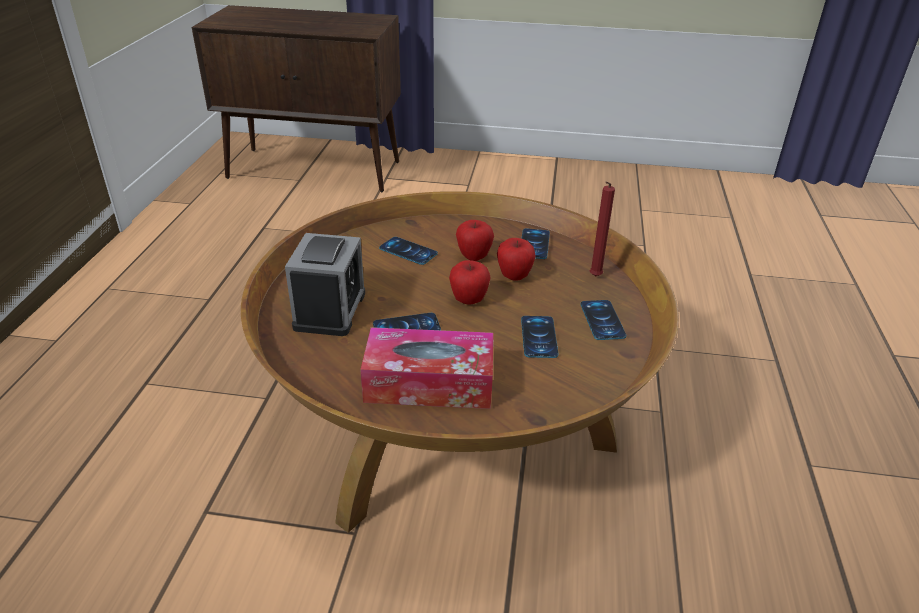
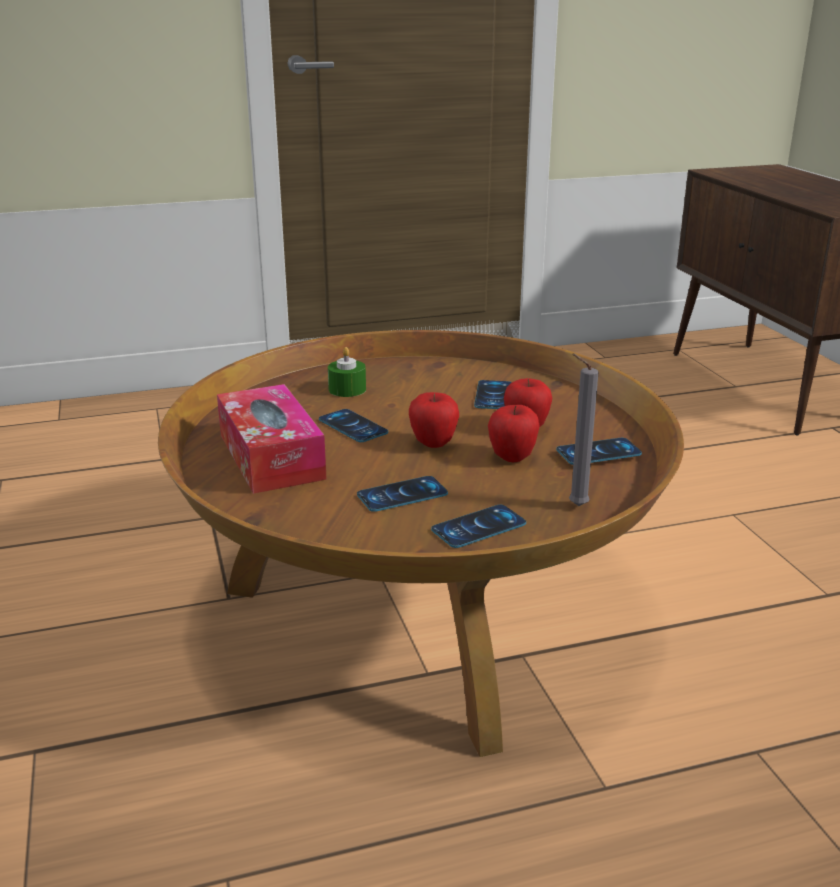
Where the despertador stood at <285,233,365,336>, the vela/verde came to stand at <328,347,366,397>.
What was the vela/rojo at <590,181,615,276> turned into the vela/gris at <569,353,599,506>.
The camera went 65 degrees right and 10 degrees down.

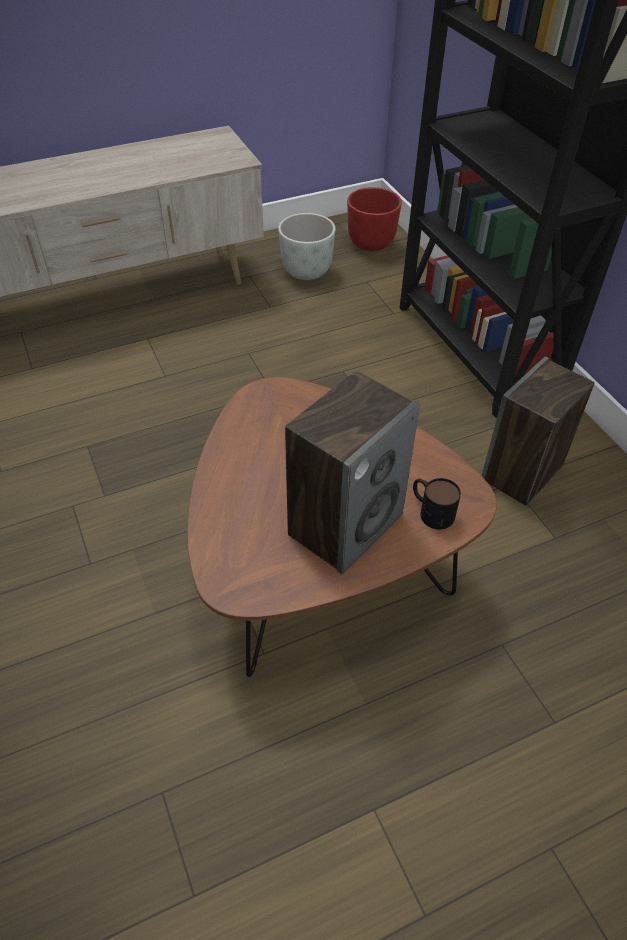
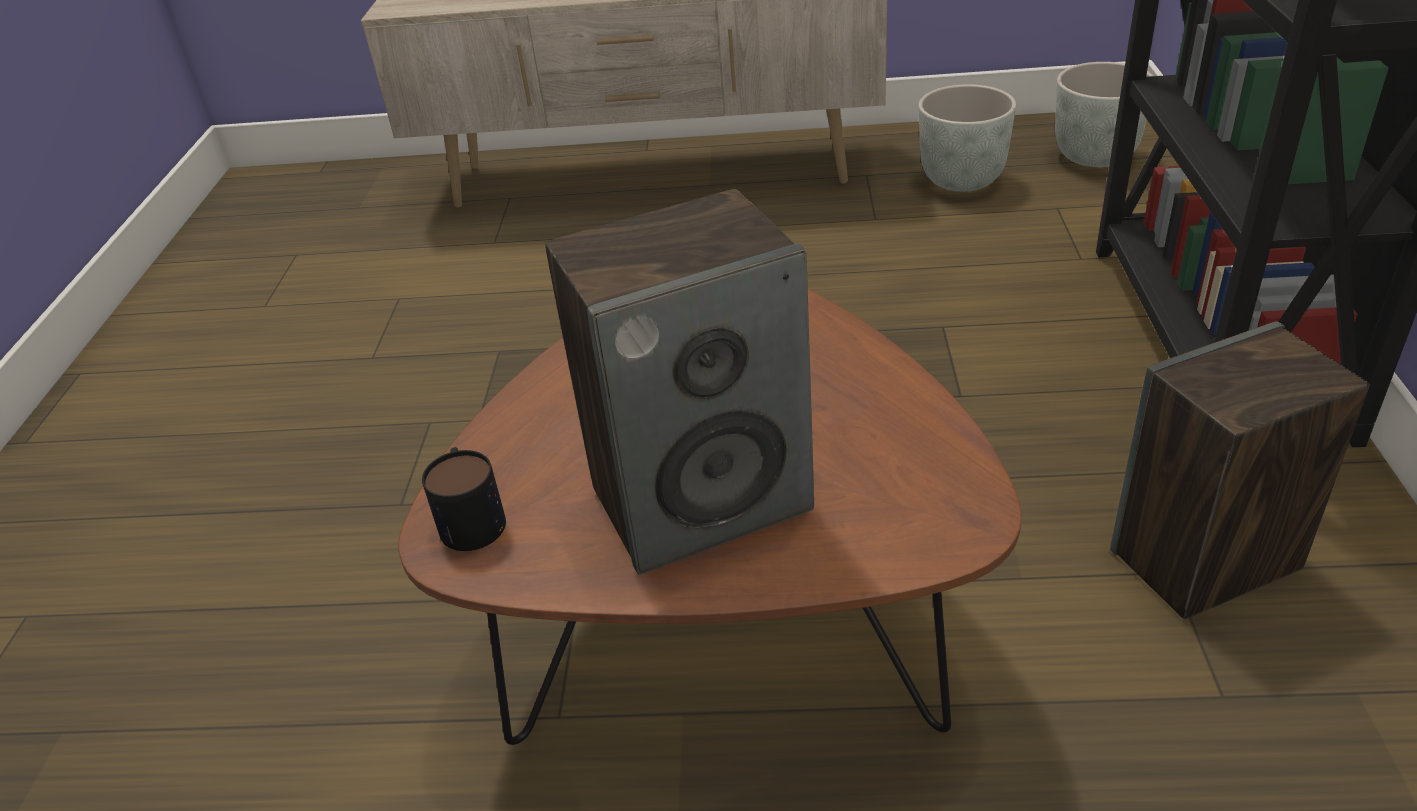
The taza grande ended up elsewhere, having gone from <413,478,461,529> to <422,447,506,551>.
What was the maceta/rojo at <347,187,402,251> turned into the maceta/gris at <1055,62,1153,167>.
The camera went 30 degrees right and 10 degrees down.

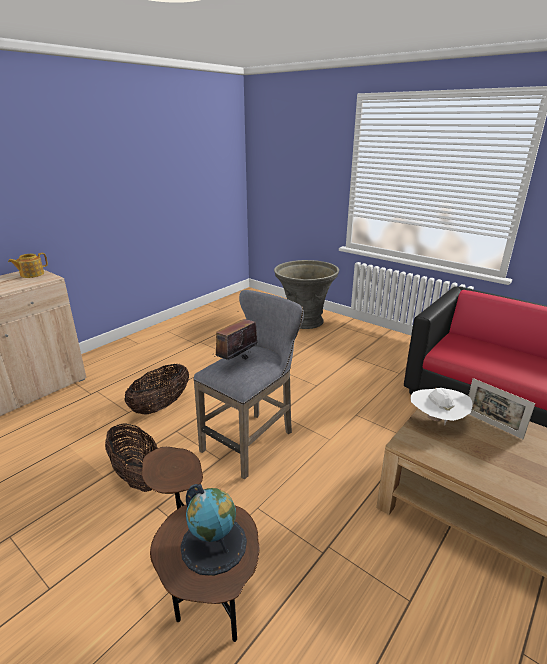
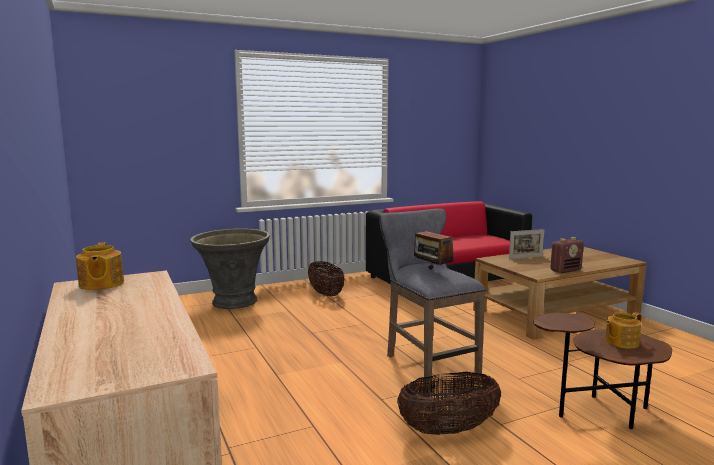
The second view lost the sombrero/blanco at <410,388,472,425>.
The second view gained the radio at <550,237,584,273>.
The cesta ended up elsewhere, having gone from <124,363,189,414> to <308,261,344,296>.
Where the globo terráqueo stood at <180,484,247,576>, the tetera came to stand at <605,312,642,349>.
The camera went 65 degrees left and 15 degrees down.

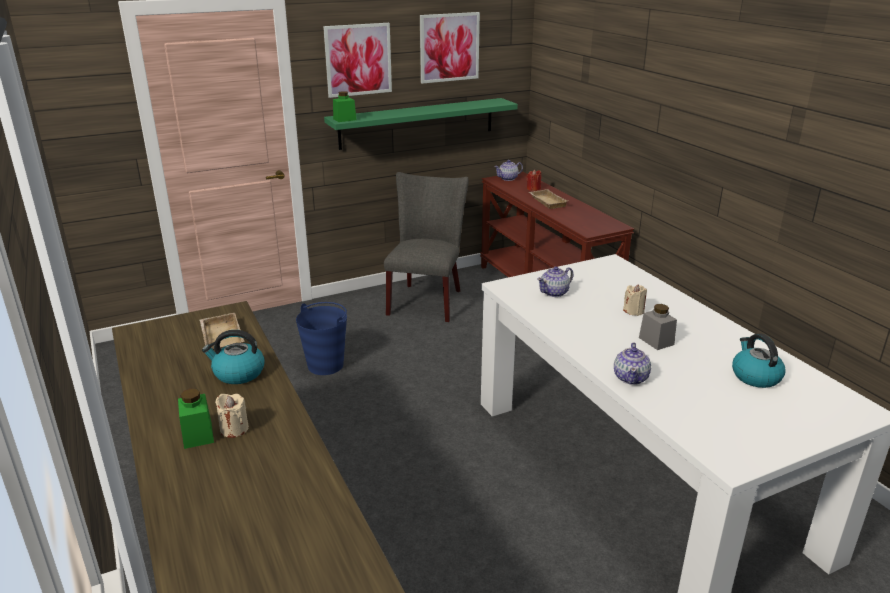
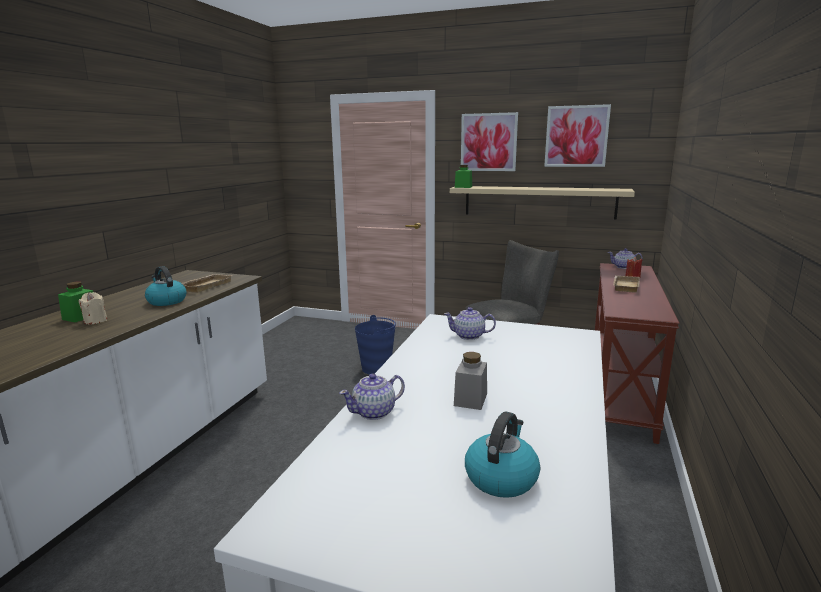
The second view lost the vela/beis at <623,284,647,316>.
What was the estante/verde at <324,98,518,150> turned into the estante/beis at <450,186,635,220>.
The camera went 45 degrees right and 10 degrees down.

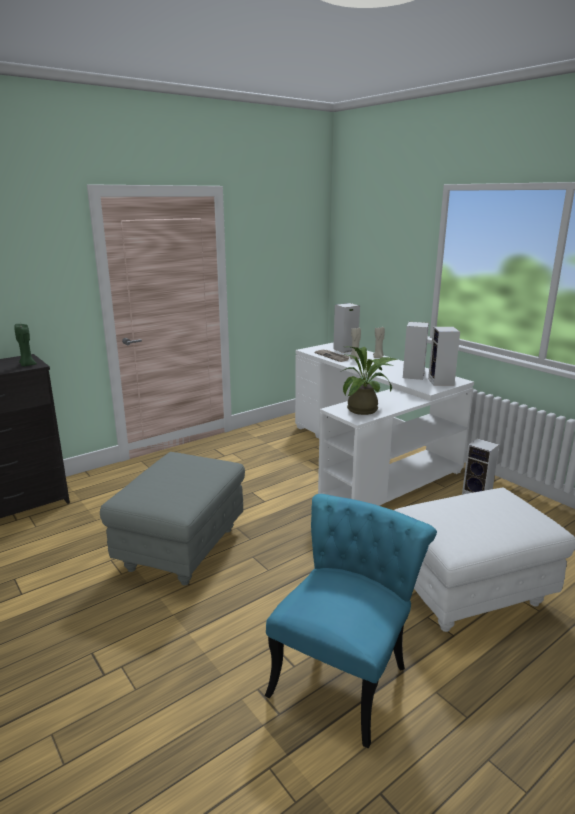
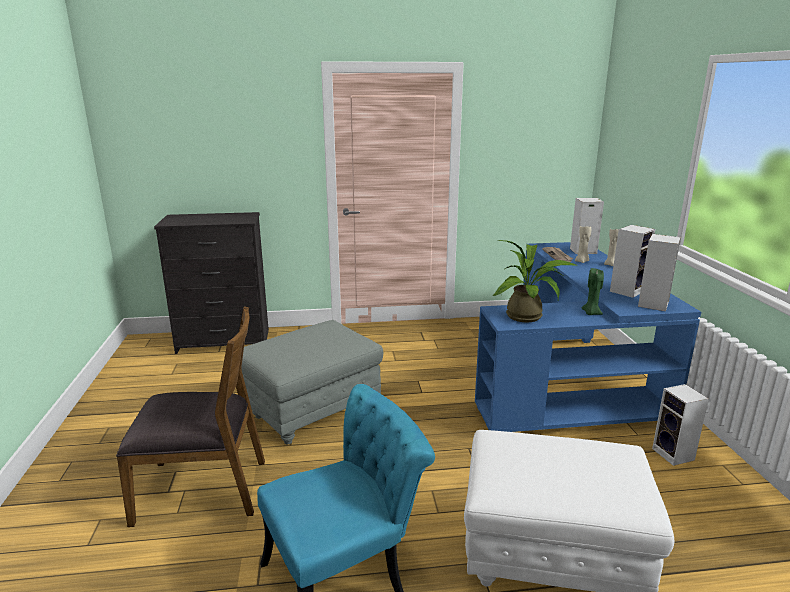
The second view gained the silla/marrón at <116,306,265,527>.
The vela/verde ended up elsewhere, having gone from <14,324,37,366> to <582,268,604,315>.
What was the escritorio/blanco at <295,342,474,506> turned into the escritorio/azul at <475,242,701,432>.
The camera went 30 degrees right and 0 degrees up.

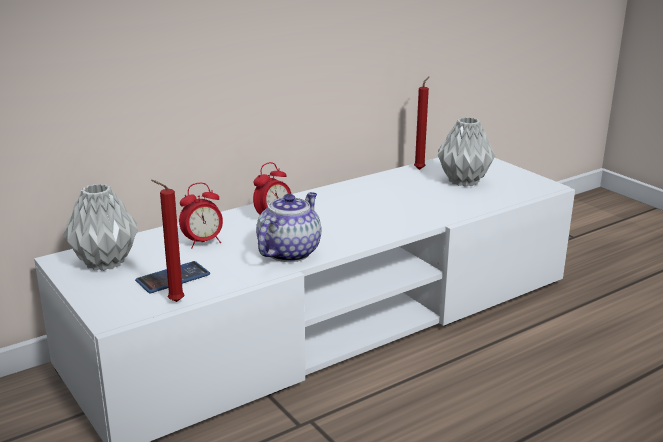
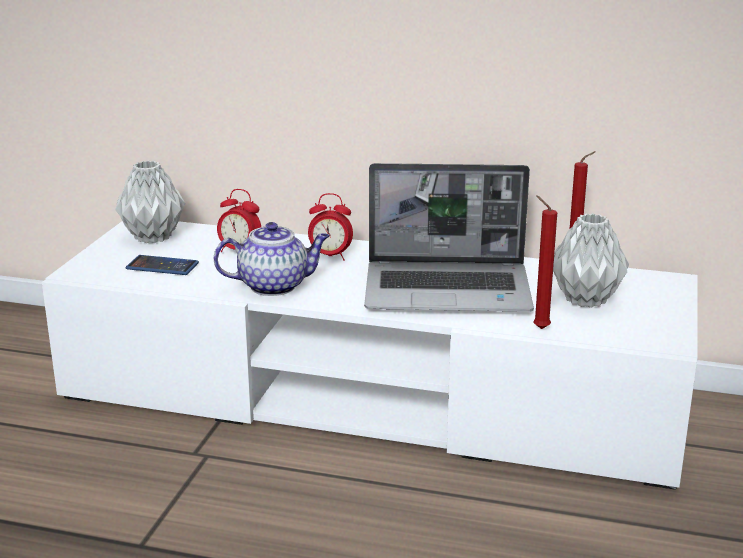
The second view gained the portátil at <364,163,534,312>.
The vela/rojo ended up elsewhere, having gone from <151,180,185,302> to <533,196,557,329>.
The camera went 50 degrees right and 0 degrees up.

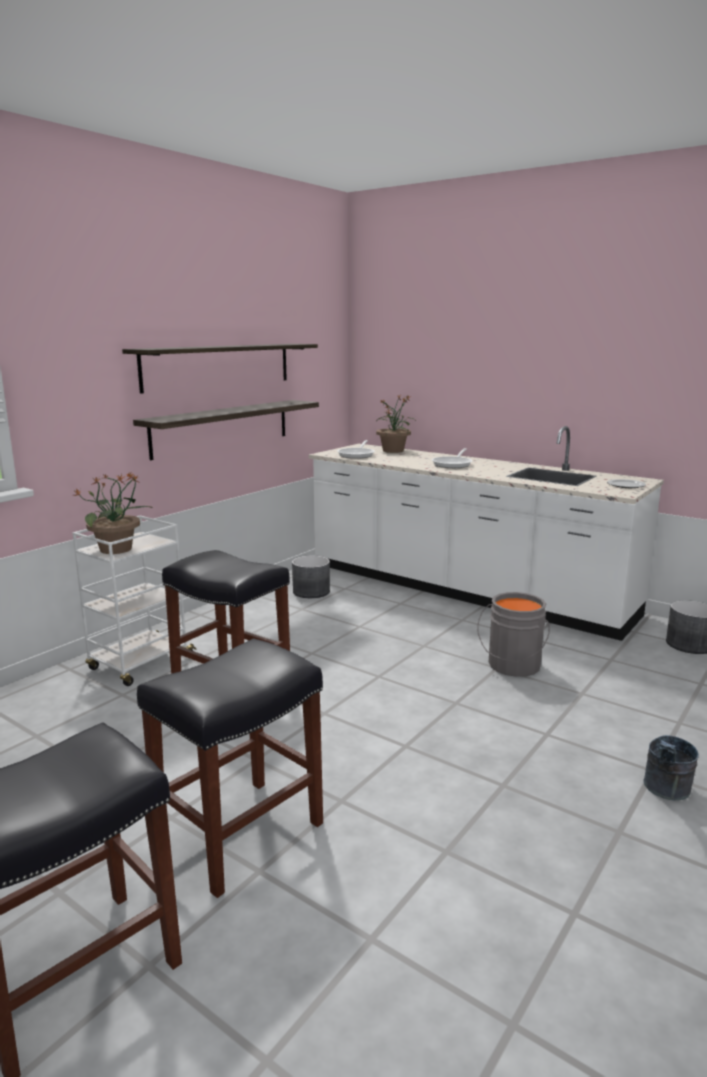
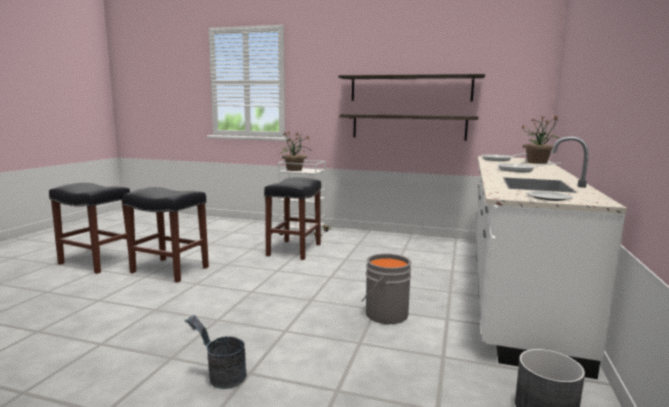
The second view lost the maceta/gris at <292,555,330,598>.
The camera went 70 degrees right and 5 degrees down.

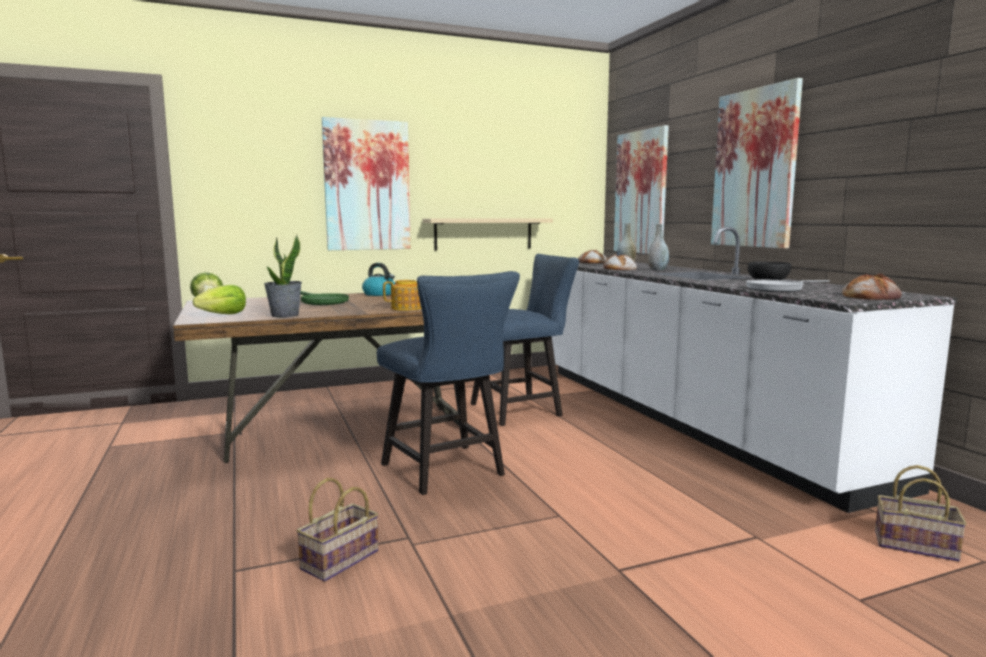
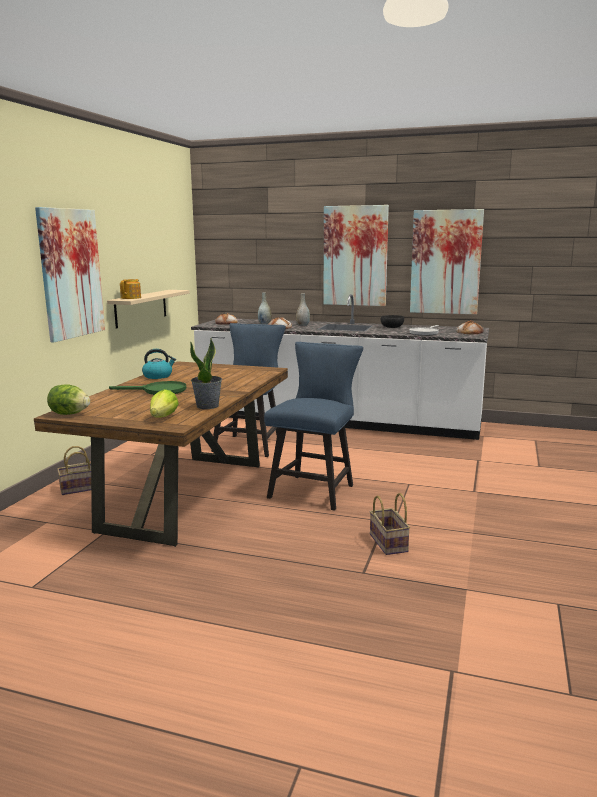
The tetera ended up elsewhere, having gone from <383,280,421,311> to <120,279,141,299>.
The cuadro ended up elsewhere, having gone from <614,125,669,254> to <410,209,484,314>.
The cesta ended up elsewhere, having gone from <875,465,967,562> to <57,446,91,495>.
The silla/azul at <377,271,520,495> ended up facing another way, 75 degrees counterclockwise from before.
The camera went 50 degrees left and 5 degrees up.

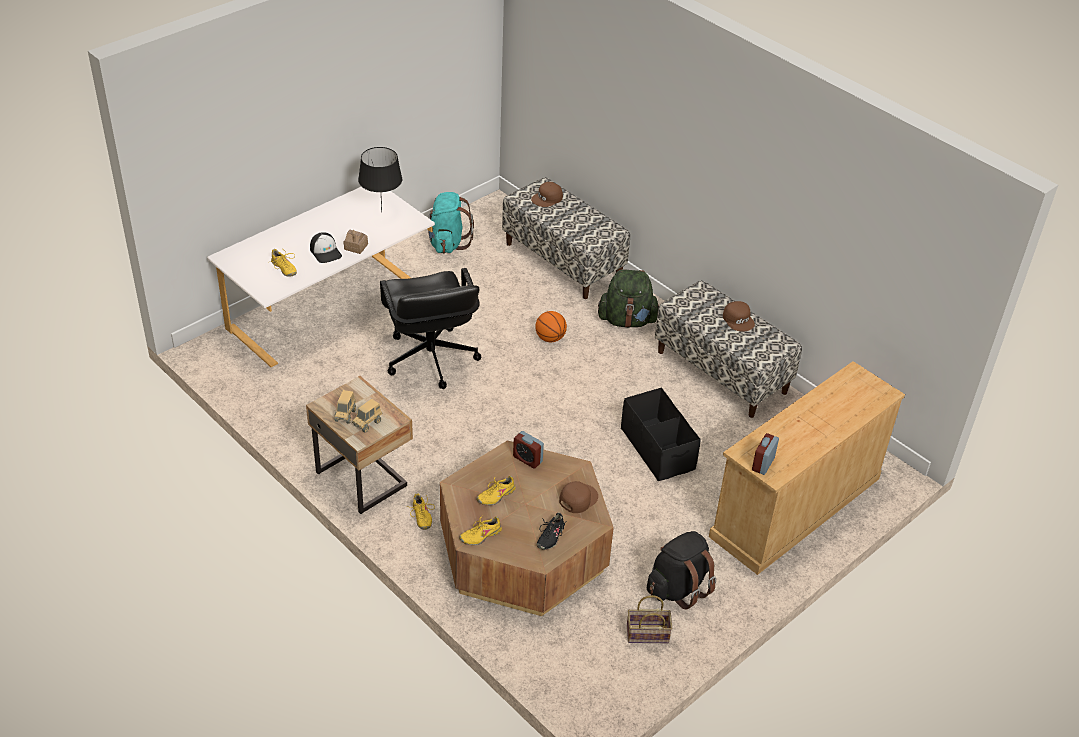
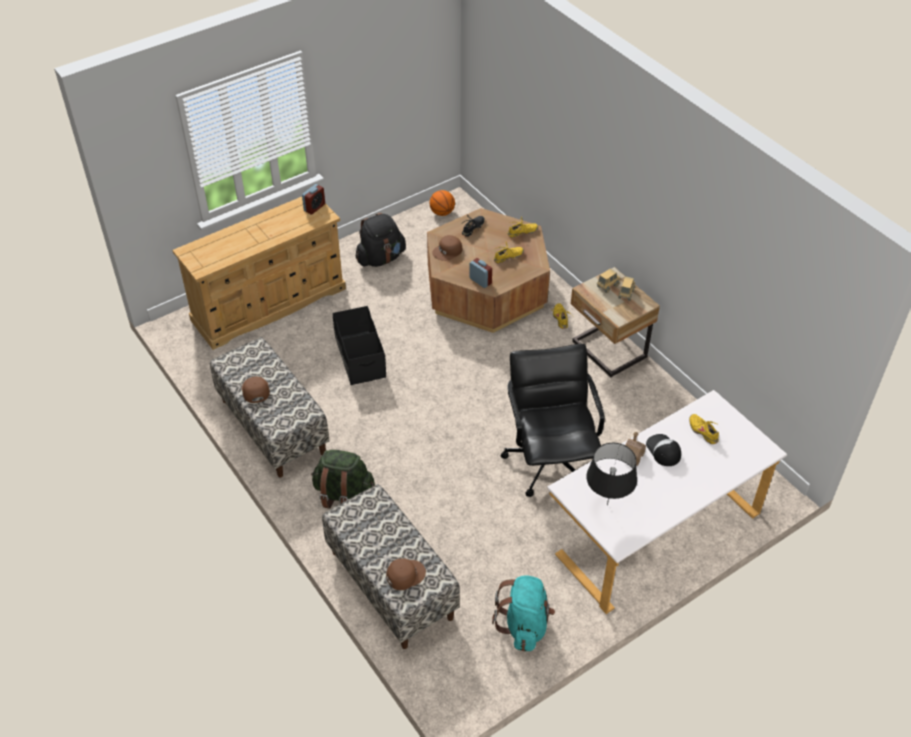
The second view lost the cesta at <627,595,672,643>.
The balón de baloncesto ended up elsewhere, having gone from <535,311,567,342> to <430,190,455,216>.
The camera went 170 degrees left and 5 degrees up.

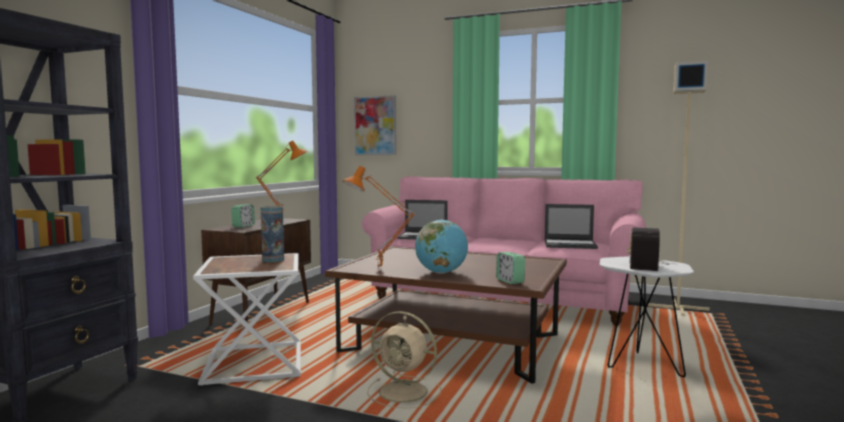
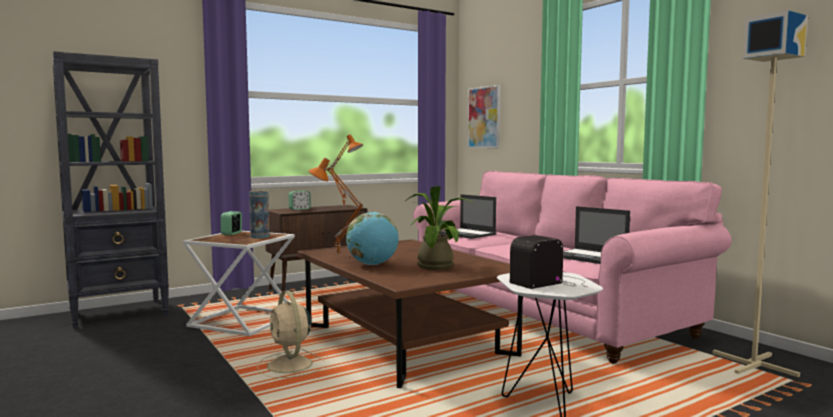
The second view gained the planta en maceta at <404,186,474,270>.
The despertador ended up elsewhere, having gone from <496,252,525,284> to <221,211,242,235>.
The camera went 35 degrees right and 0 degrees up.

